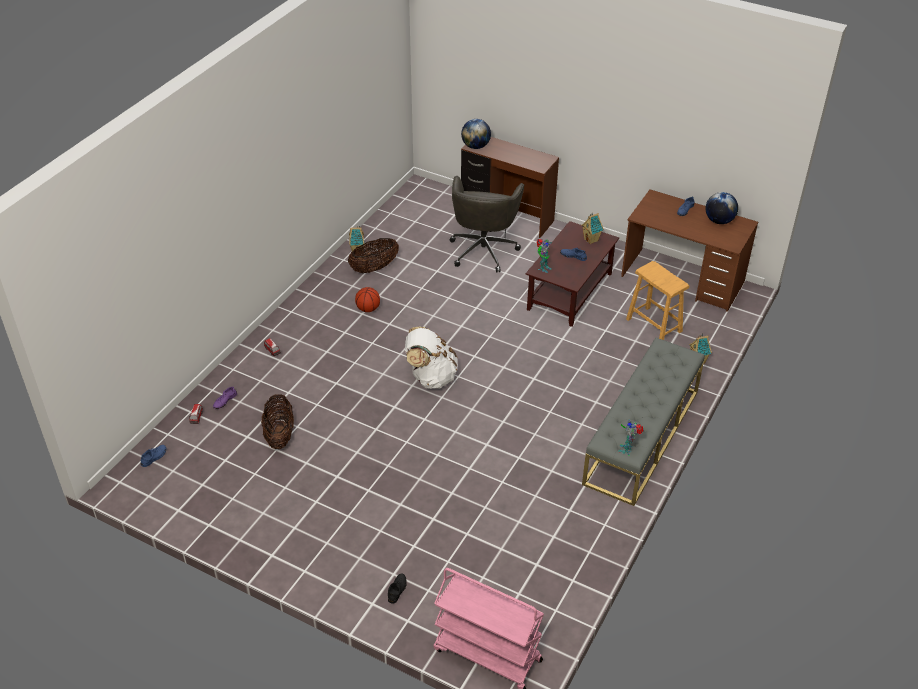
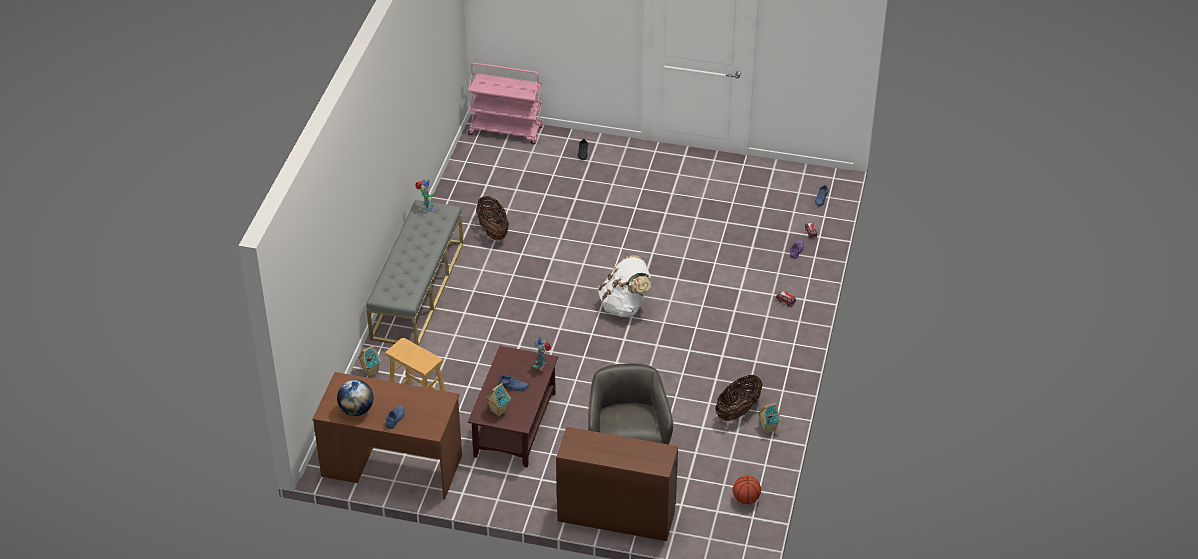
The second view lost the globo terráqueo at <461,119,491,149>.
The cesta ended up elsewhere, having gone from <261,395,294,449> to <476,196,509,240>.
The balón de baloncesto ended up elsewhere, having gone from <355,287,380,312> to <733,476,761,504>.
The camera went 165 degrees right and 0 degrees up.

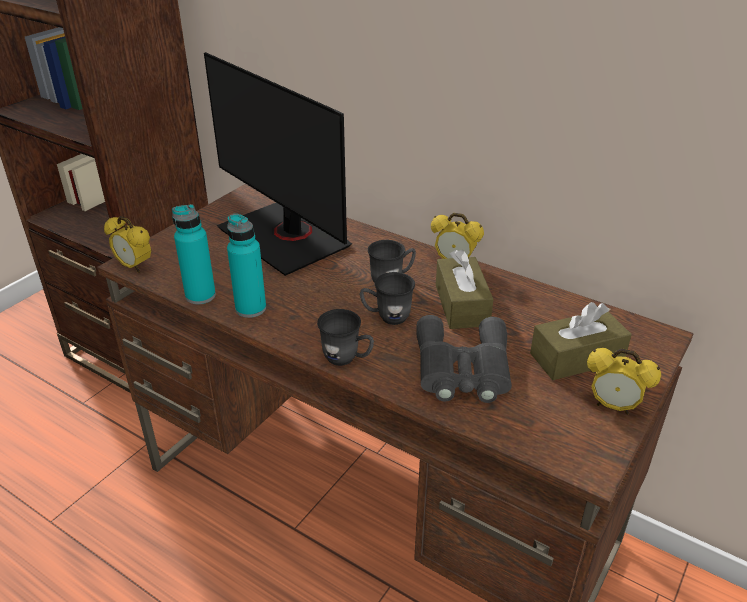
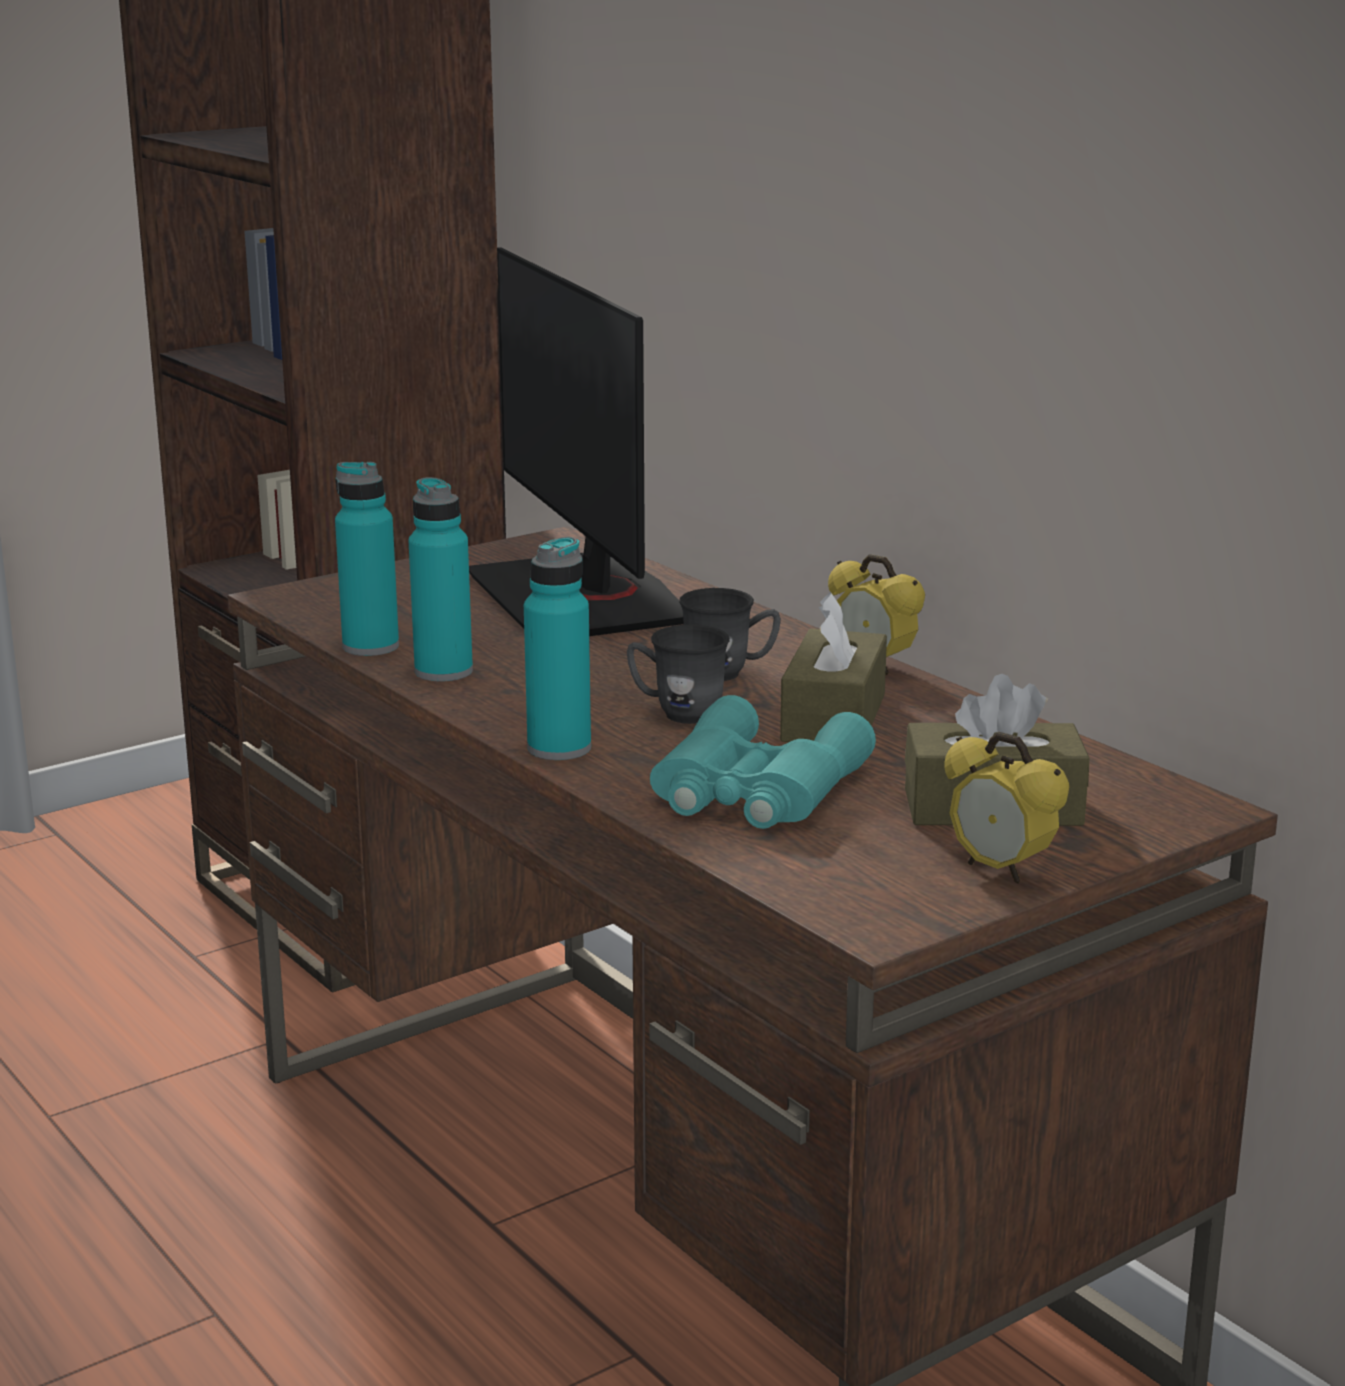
The second view lost the despertador at <104,216,151,273>.
Where the taza grande/gris stood at <317,309,374,366>, the botella/turquesa came to stand at <524,537,591,760>.
What was the prismáticos/gris at <417,315,512,403> turned into the prismáticos/turquesa at <650,695,876,829>.
The camera went 20 degrees right and 15 degrees down.

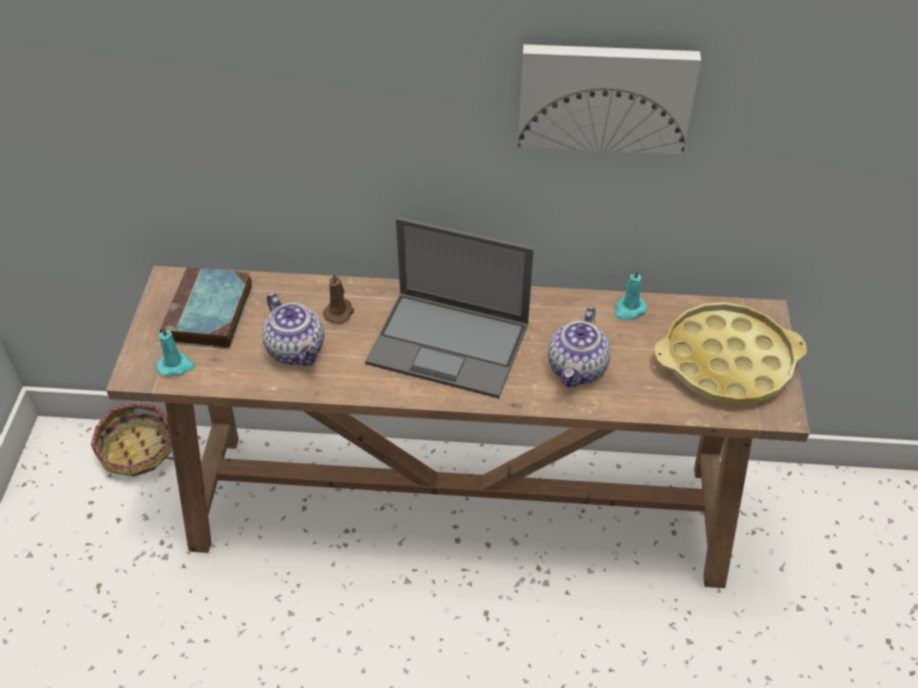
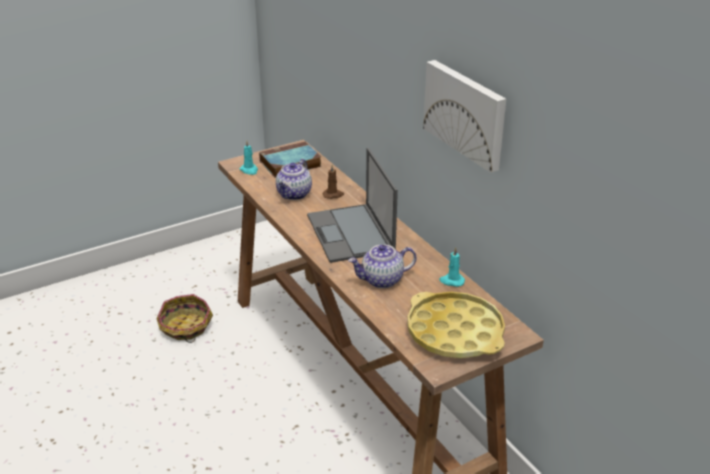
The cesta ended up elsewhere, having gone from <91,403,174,477> to <157,294,213,343>.
The camera went 55 degrees right and 15 degrees down.

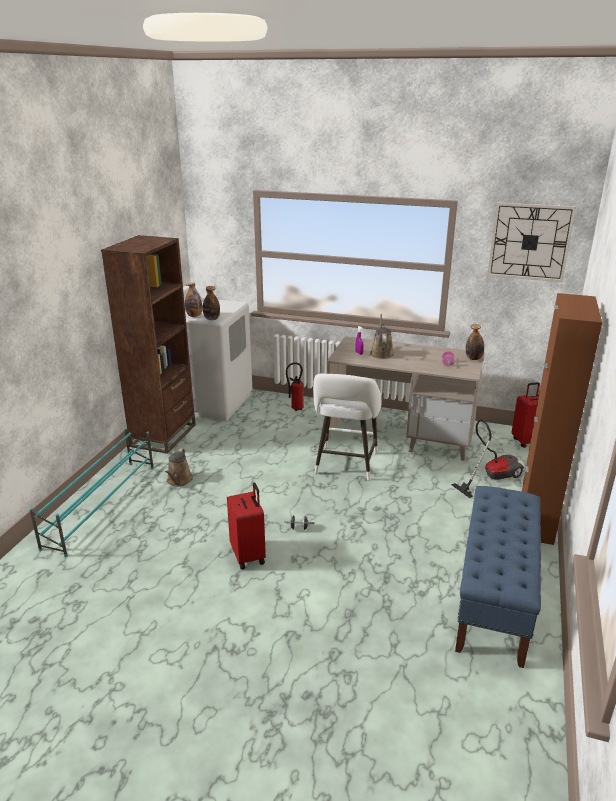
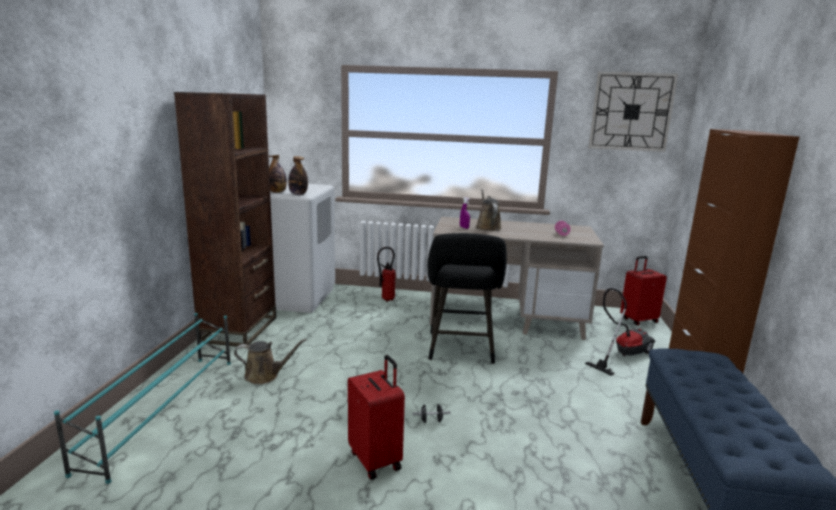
The second view lost the botella at <466,324,484,360>.
What was the taburete/blanco at <313,374,382,481> turned into the taburete/negro at <428,233,507,364>.
The regadera/marrón at <165,449,193,486> ended up facing another way, 90 degrees counterclockwise from before.
The camera went 10 degrees left and 10 degrees down.

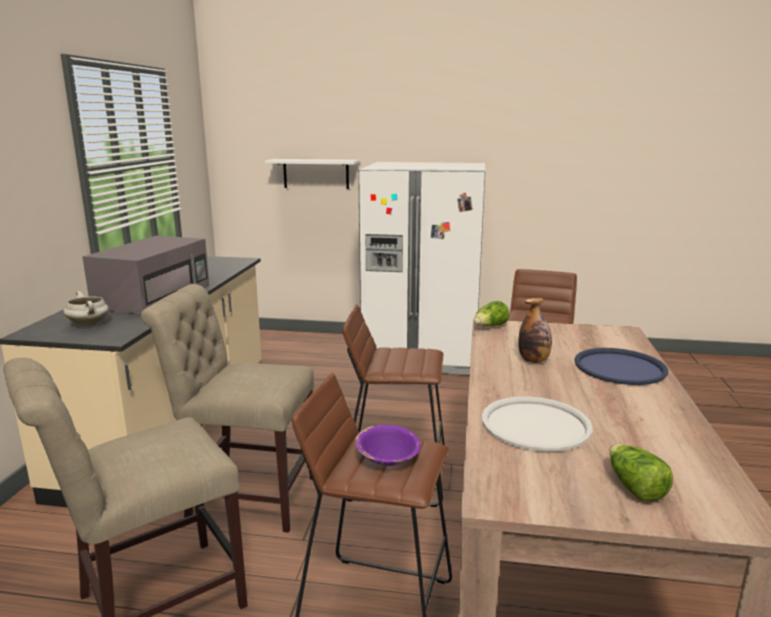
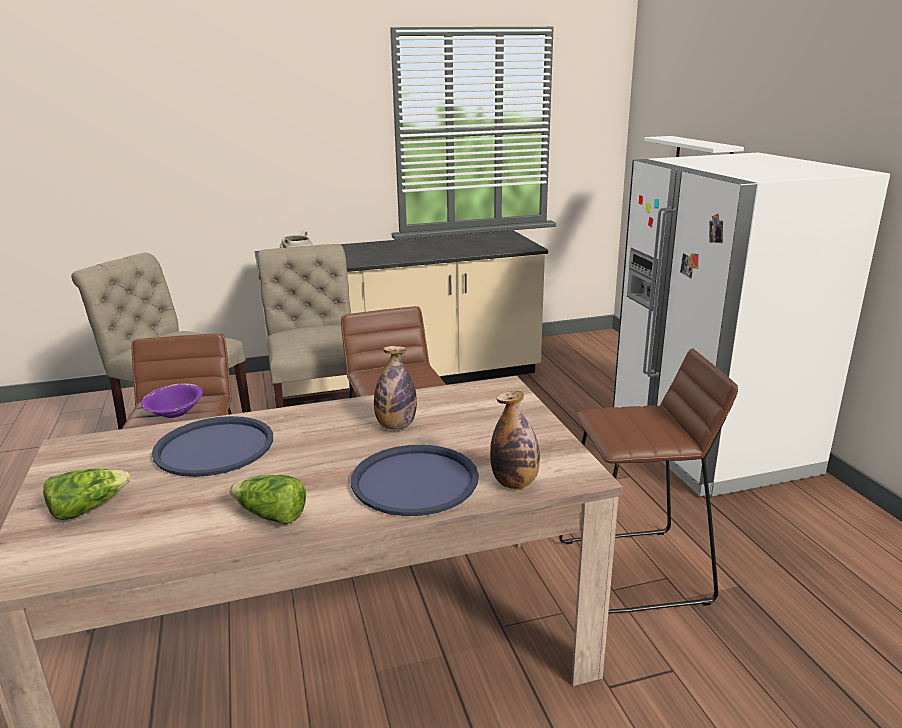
The second view lost the microondas/gris at <83,236,209,314>.
The second view gained the botella at <490,391,540,489>.
The lechuga ended up elsewhere, having gone from <474,301,509,326> to <230,475,306,525>.
What was the bandeja/blanco at <482,396,593,452> turned into the bandeja/azul at <152,416,273,477>.
The camera went 65 degrees right and 5 degrees up.

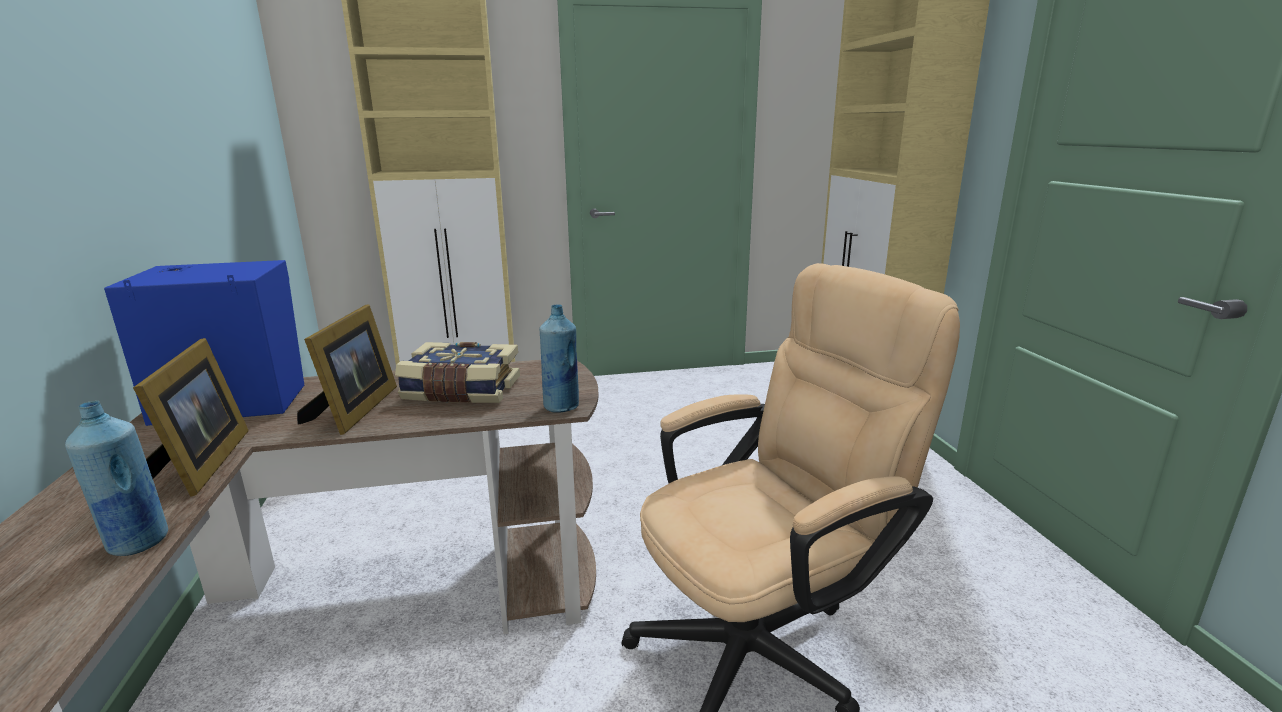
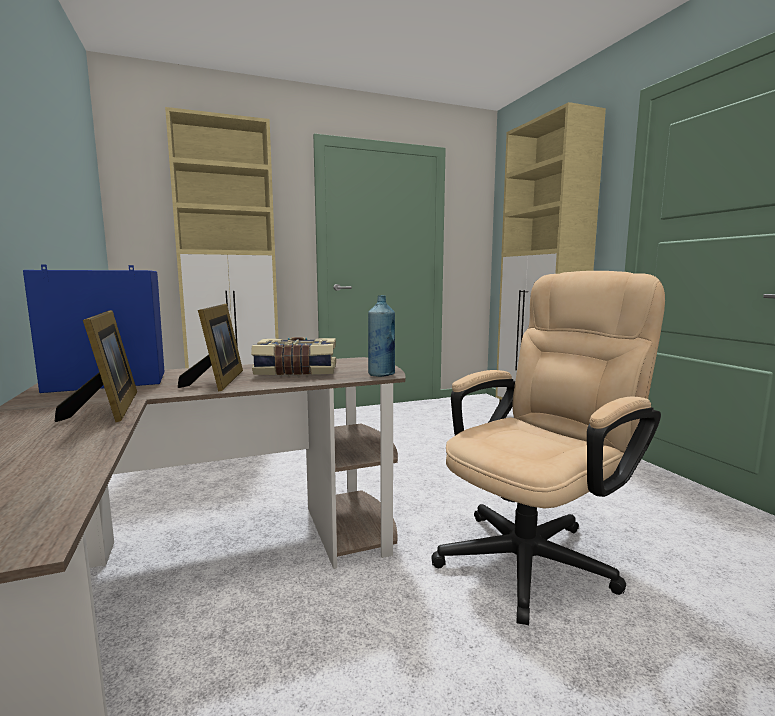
The second view lost the botella/azul at <65,401,168,556>.
The camera went 10 degrees left and 10 degrees down.

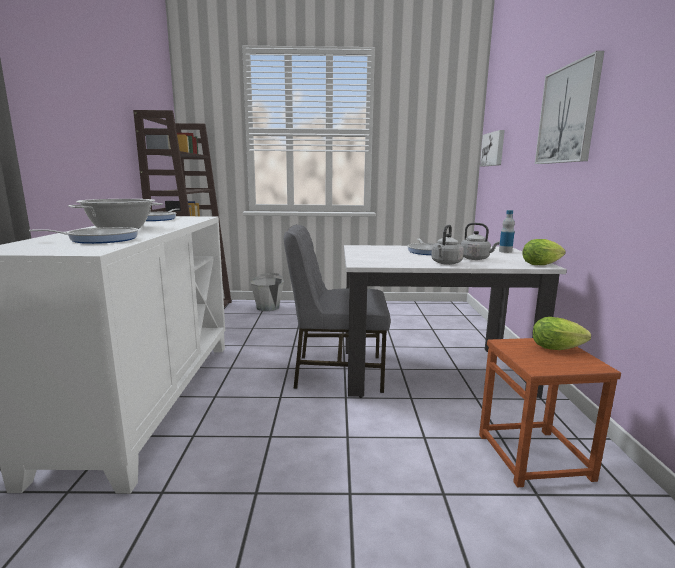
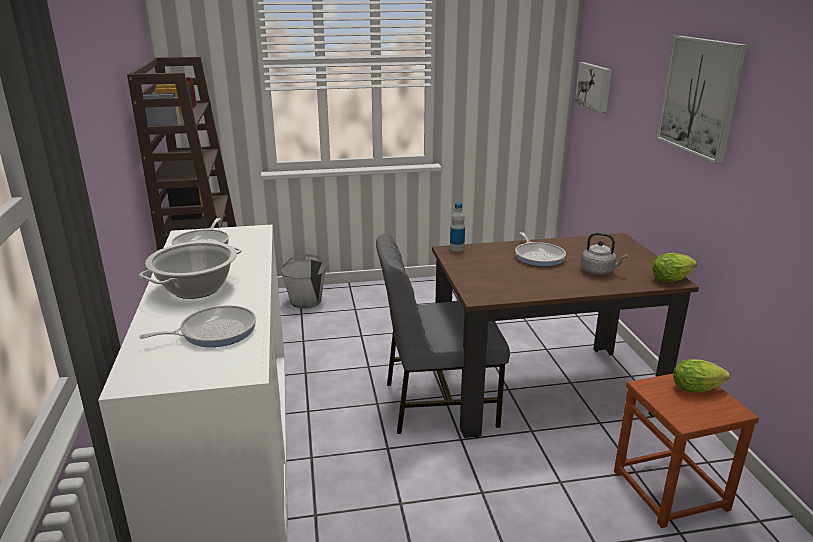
The second view lost the hervidor/gris at <431,225,464,265>.
The botella ended up elsewhere, having gone from <499,210,515,253> to <450,202,465,252>.
What was the mesa de comedor/blanco at <344,245,567,398> turned into the mesa de comedor/marrón at <432,233,699,438>.
The camera went 10 degrees left and 10 degrees up.

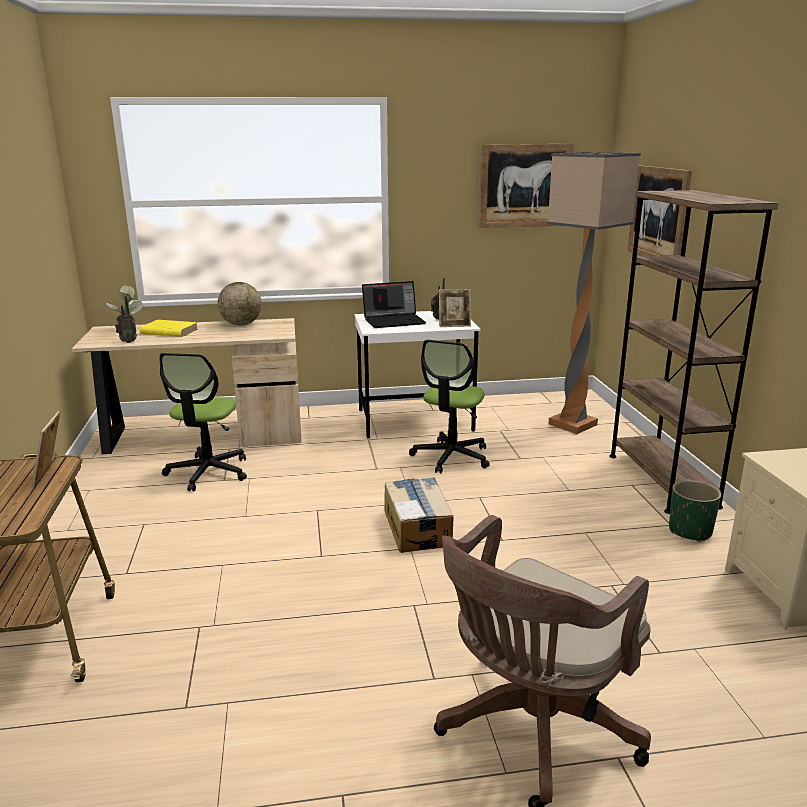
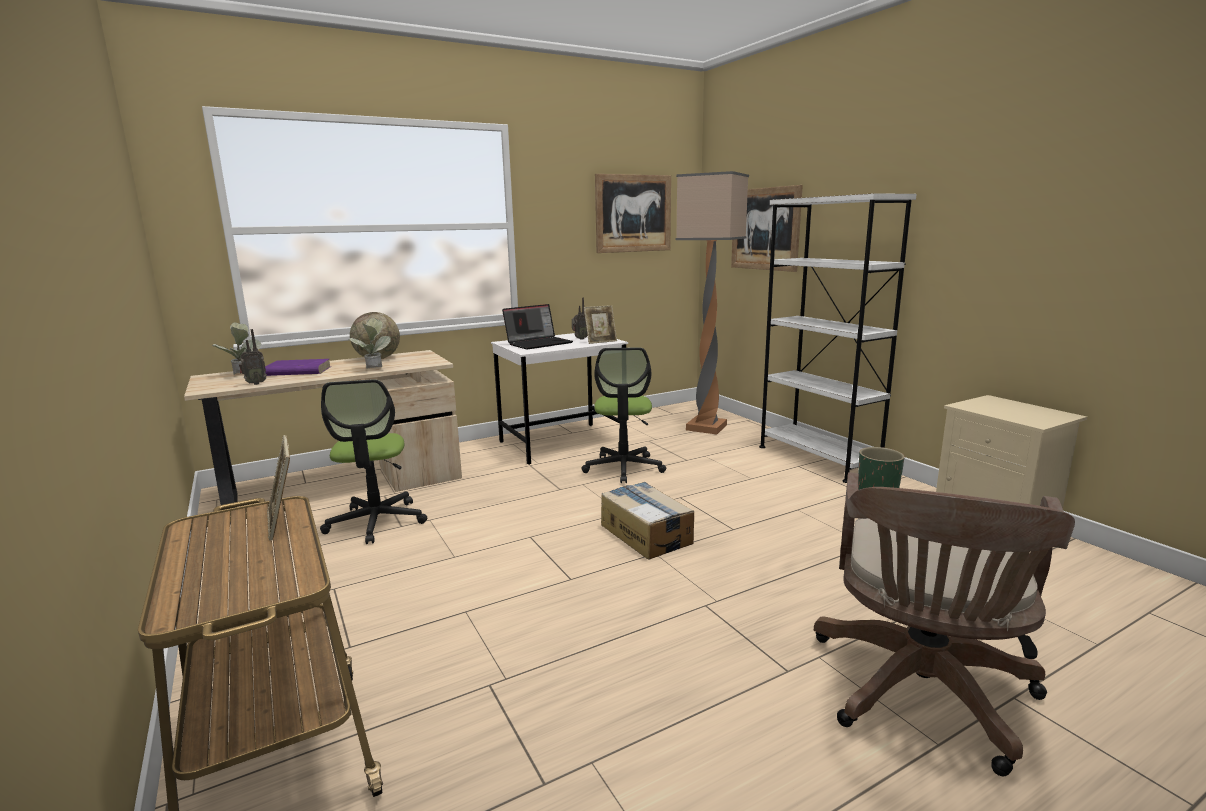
The second view gained the planta en maceta at <349,318,390,368>.
What was the libro/amarillo at <139,320,198,337> turned into the libro/morado at <265,359,331,376>.
What was the estantería/marrón at <609,190,778,514> turned into the estantería/blanco at <759,193,916,483>.
The camera went 20 degrees left and 5 degrees down.

